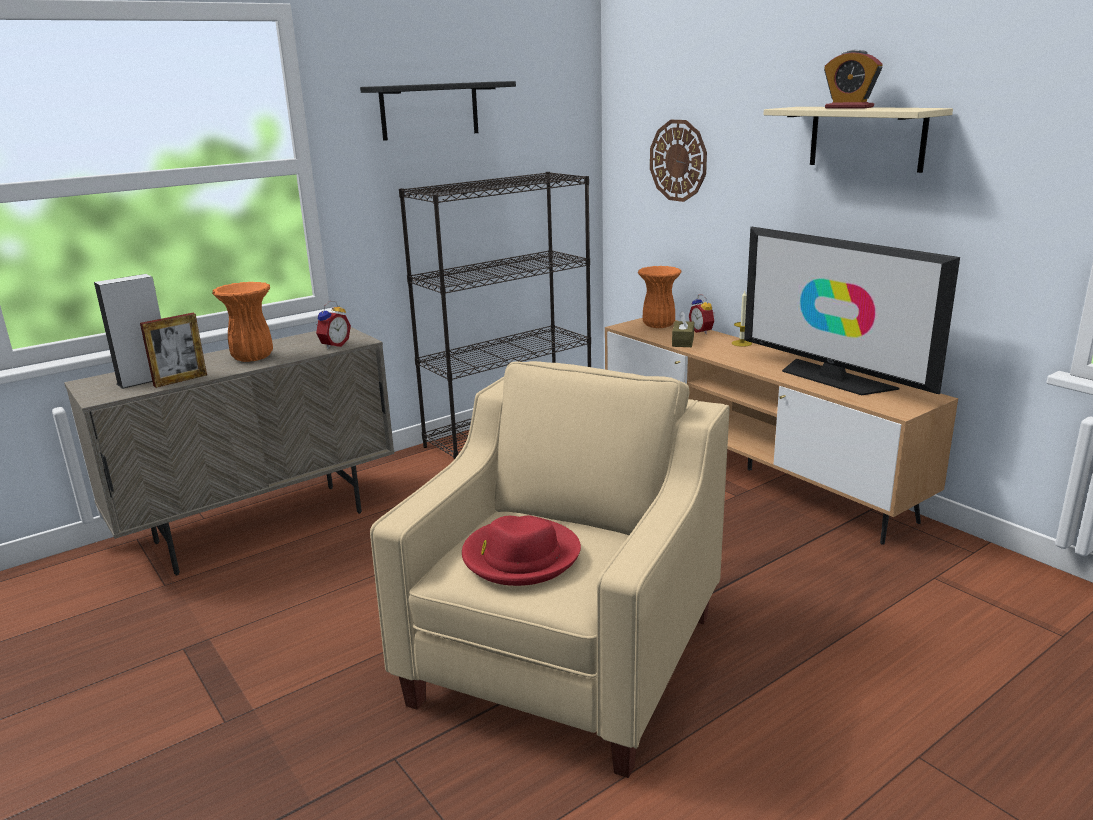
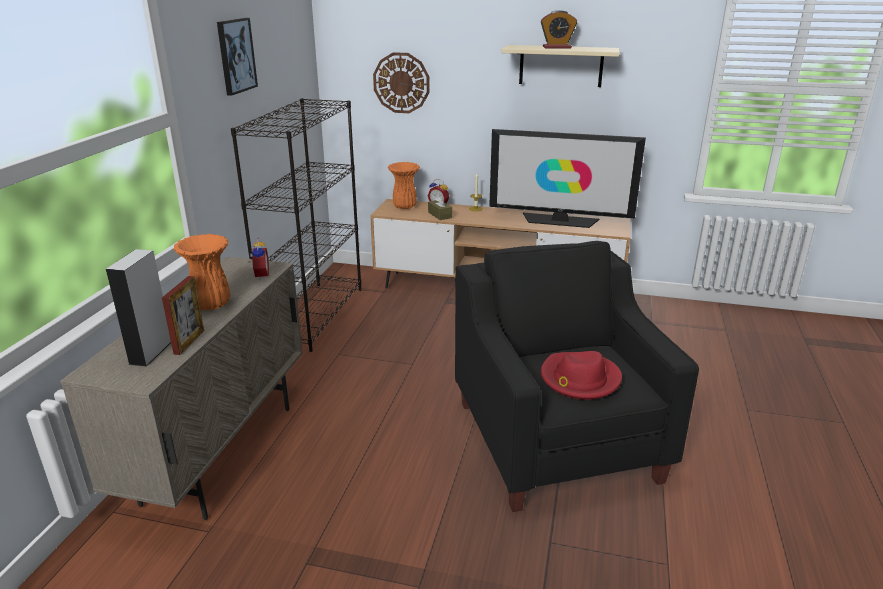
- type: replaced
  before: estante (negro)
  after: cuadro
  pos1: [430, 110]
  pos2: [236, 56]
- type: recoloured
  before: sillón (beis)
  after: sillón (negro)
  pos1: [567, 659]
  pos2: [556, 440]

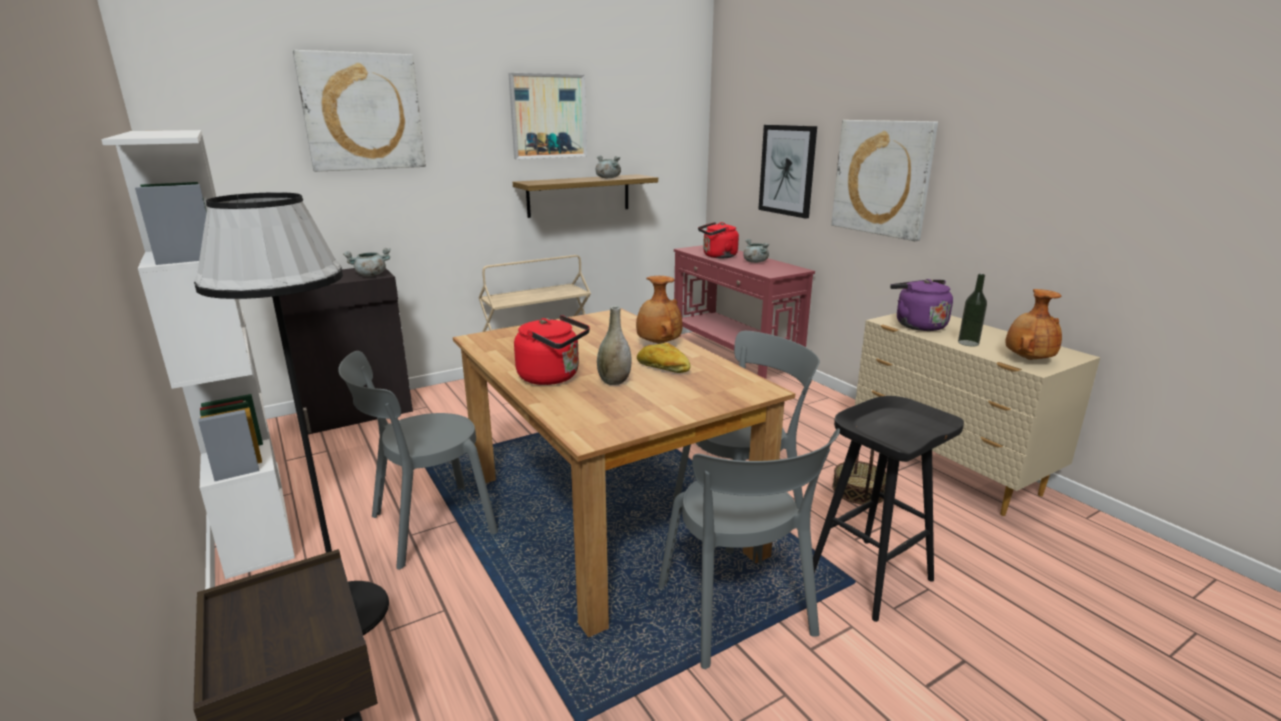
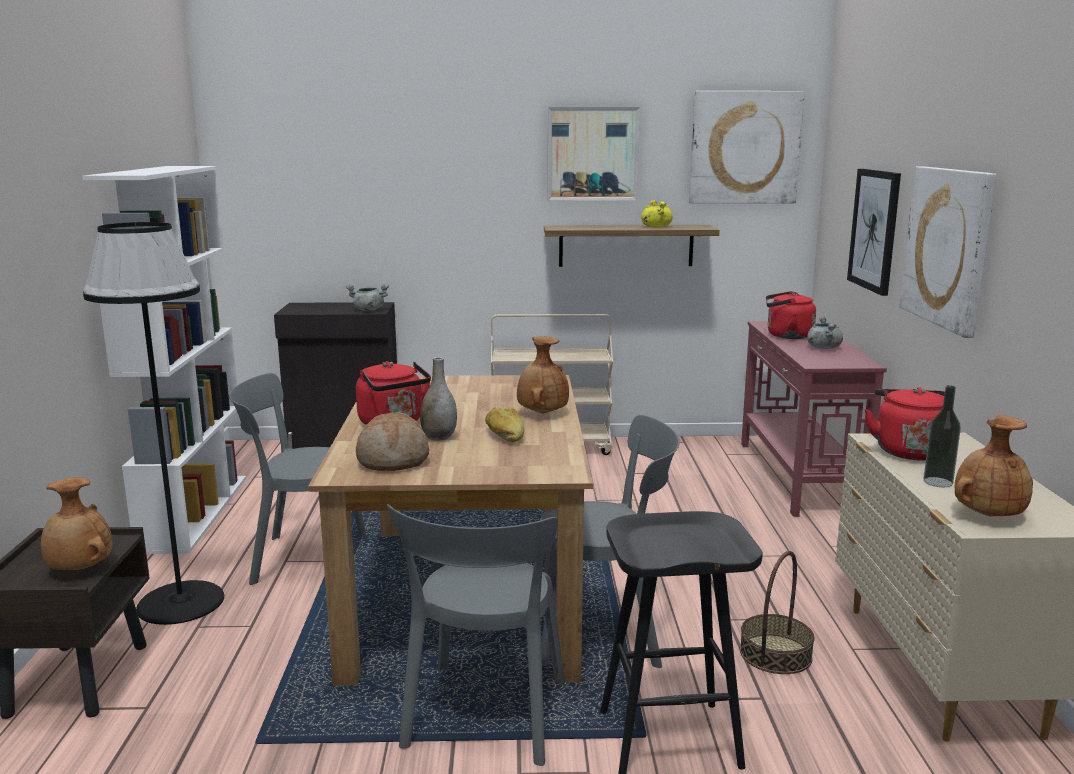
- type: added
  after: florero (marrón)
  pos2: [79, 569]
- type: added
  after: pan
  pos2: [393, 459]
- type: moved
  before: cuadro
  pos1: [362, 112]
  pos2: [744, 148]
- type: recoloured
  before: olla (gris)
  after: olla (amarillo)
  pos1: [607, 178]
  pos2: [655, 227]
- type: recoloured
  before: hervidor (morado)
  after: hervidor (rojo)
  pos1: [917, 325]
  pos2: [908, 450]

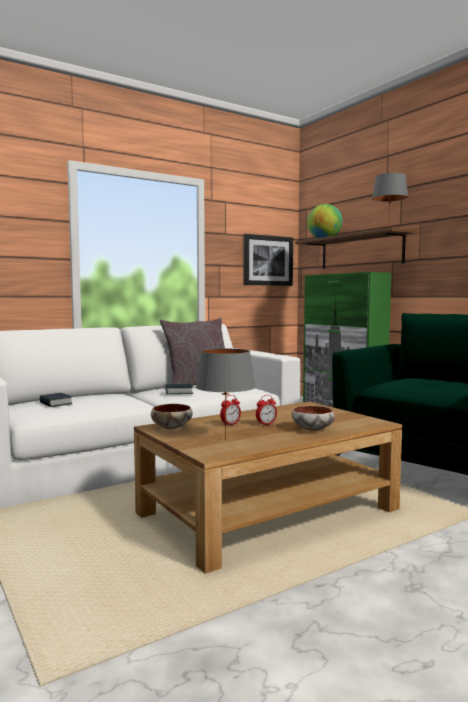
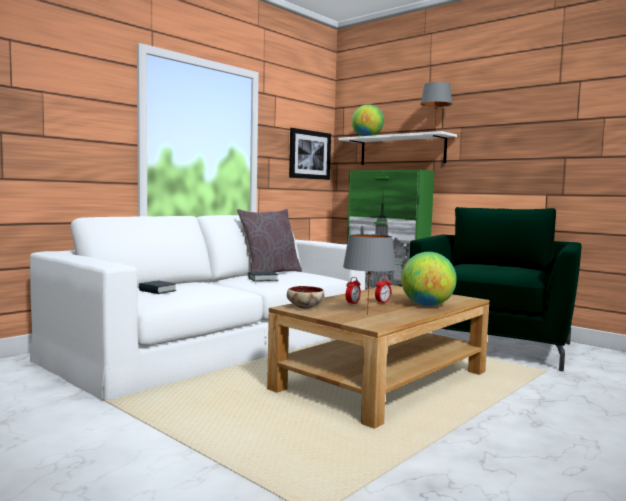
- type: replaced
  before: cuenco
  after: globo terráqueo
  pos1: [313, 429]
  pos2: [427, 305]
- type: recoloured
  before: estante (marrón)
  after: estante (blanco)
  pos1: [360, 251]
  pos2: [402, 150]

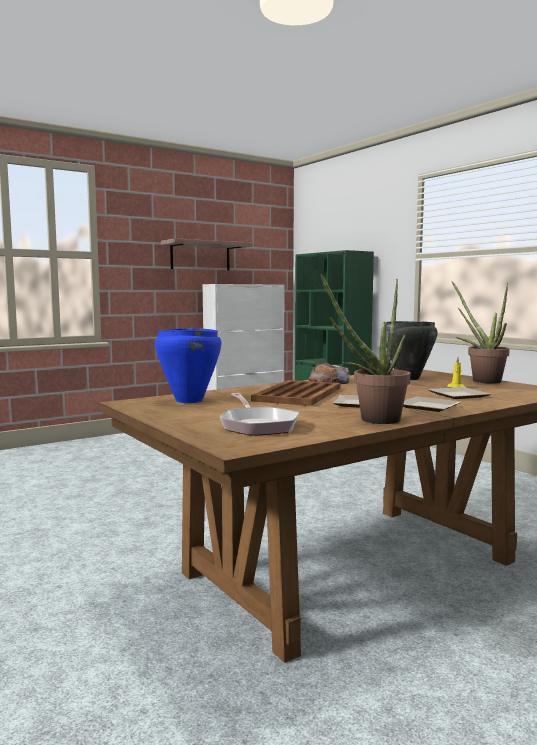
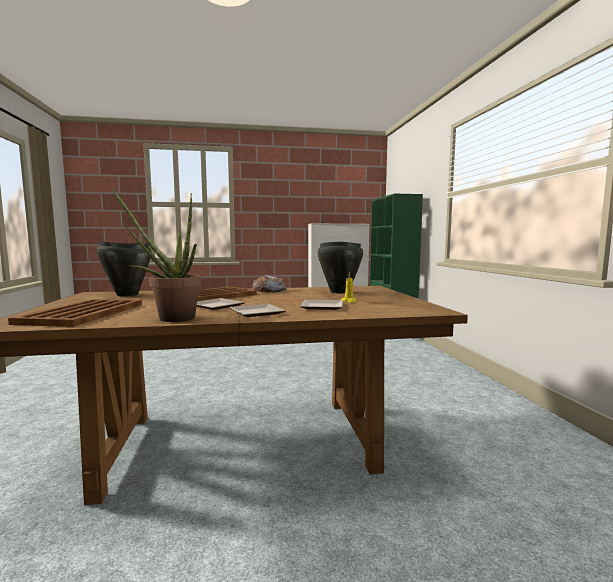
- type: removed
  before: estante
  pos1: [200, 256]
- type: removed
  before: planta en maceta
  pos1: [481, 380]
- type: replaced
  before: sartén
  after: bandeja (marrón)
  pos1: [257, 425]
  pos2: [85, 313]
- type: recoloured
  before: olla (azul)
  after: olla (negro)
  pos1: [188, 400]
  pos2: [127, 295]

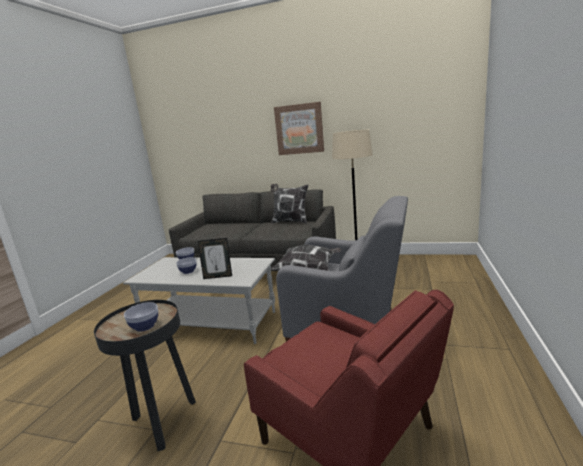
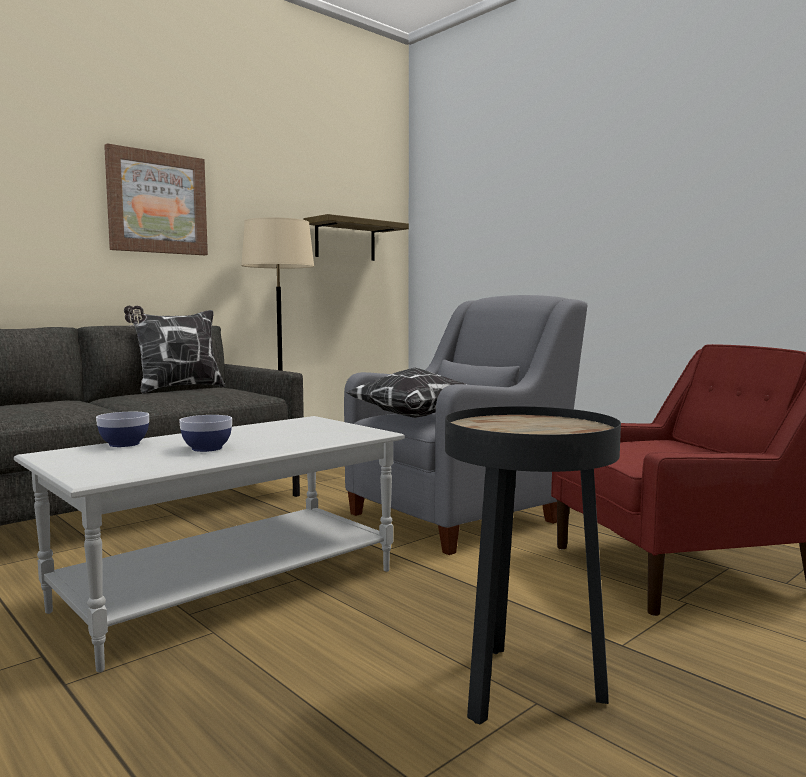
- type: removed
  before: cuenco
  pos1: [144, 326]
- type: removed
  before: portarretratos
  pos1: [218, 276]
- type: added
  after: estante
  pos2: [345, 240]

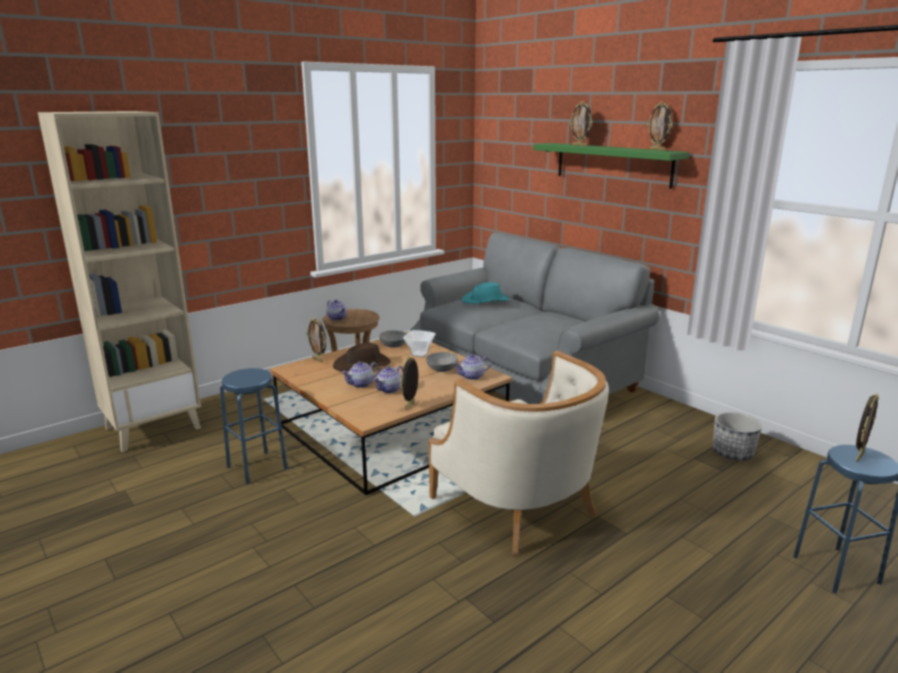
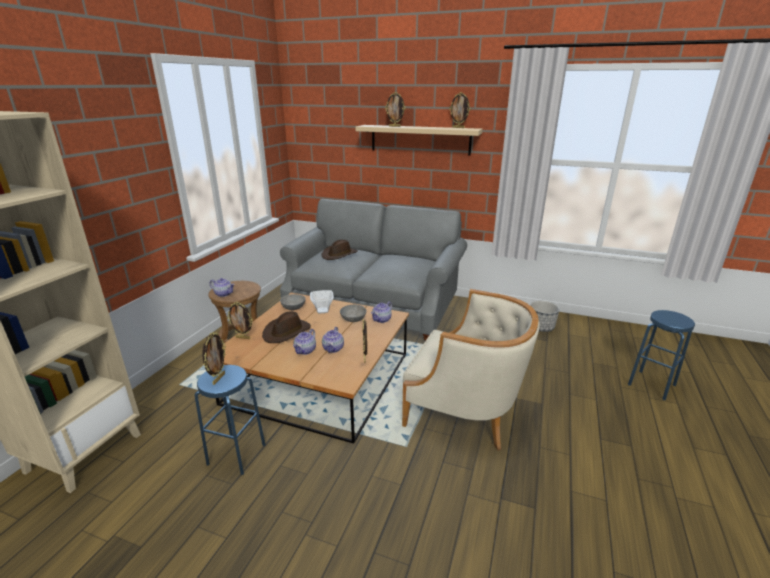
- type: moved
  before: portarretratos
  pos1: [858, 456]
  pos2: [218, 379]
- type: recoloured
  before: sombrero (turquesa)
  after: sombrero (marrón)
  pos1: [486, 300]
  pos2: [339, 254]
- type: recoloured
  before: estante (verde)
  after: estante (beis)
  pos1: [612, 164]
  pos2: [420, 139]

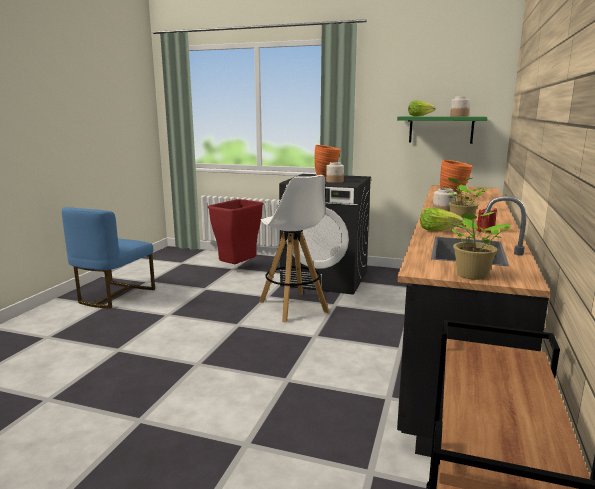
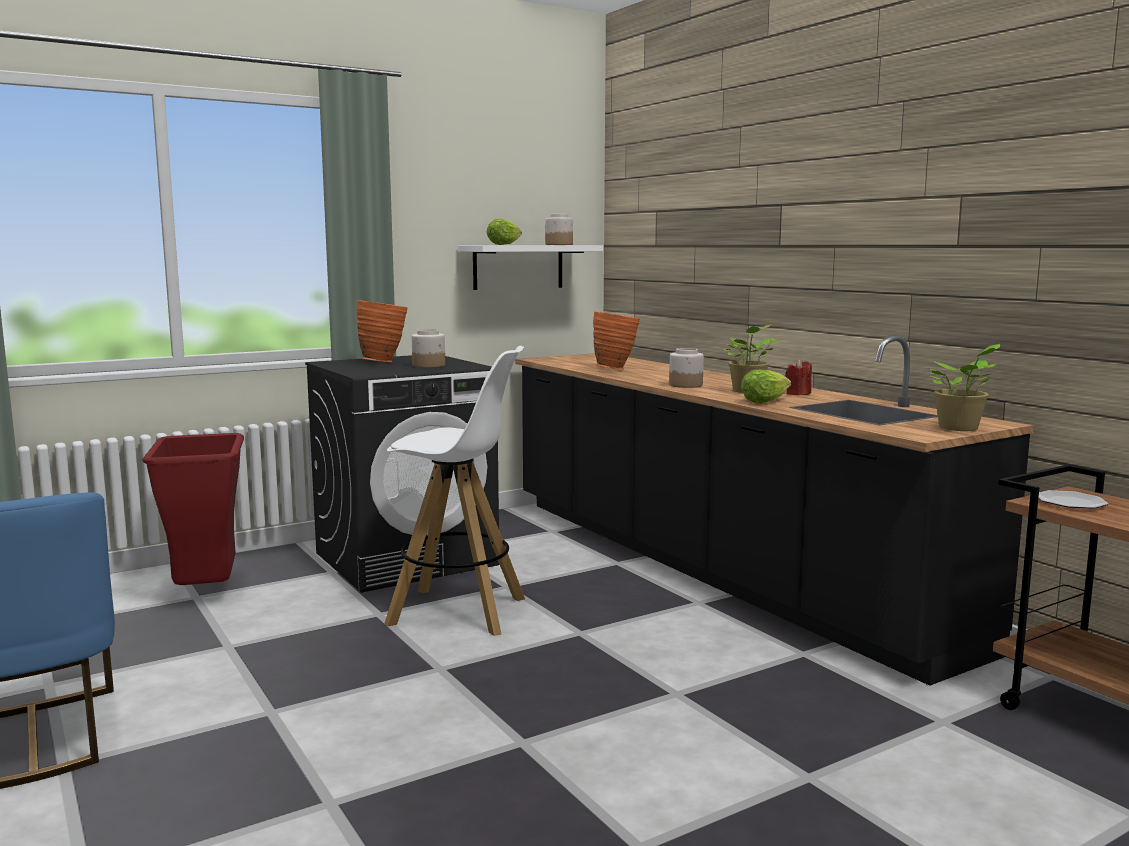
- type: added
  after: plato
  pos2: [1069, 502]
- type: recoloured
  before: estante (verde)
  after: estante (blanco)
  pos1: [441, 129]
  pos2: [518, 267]

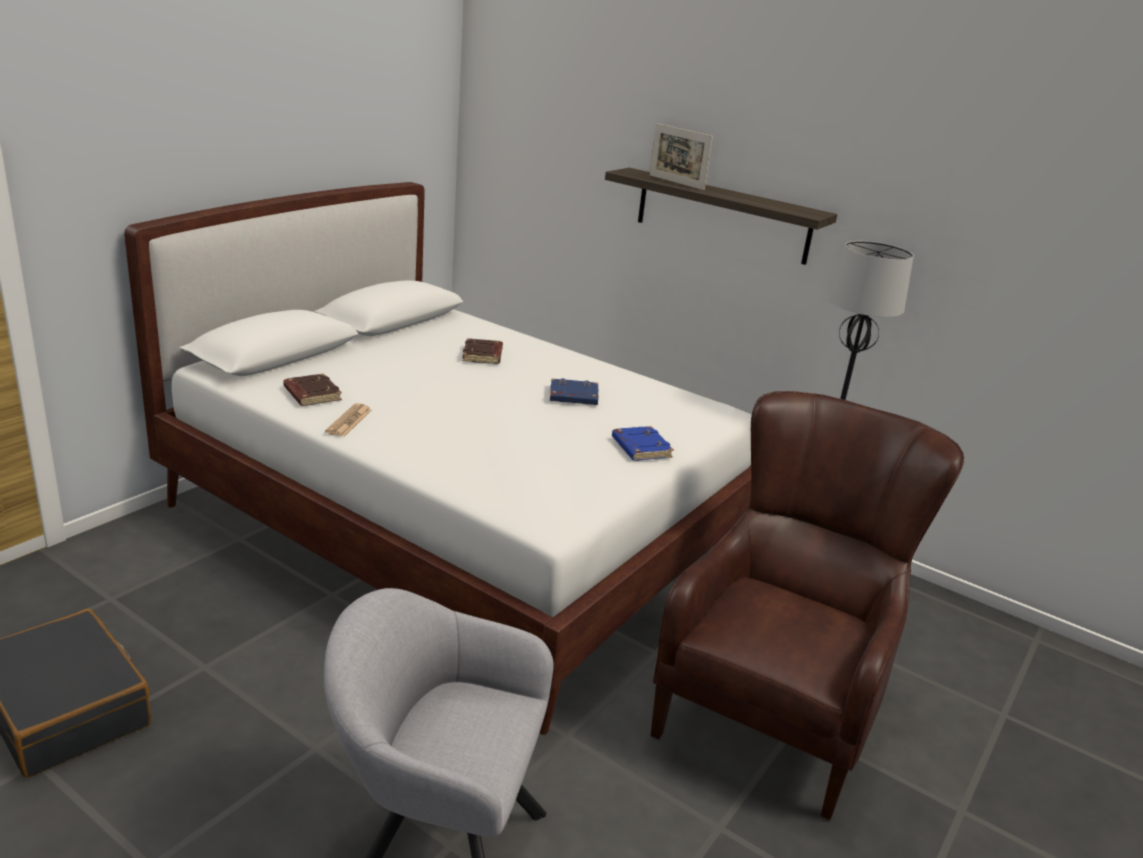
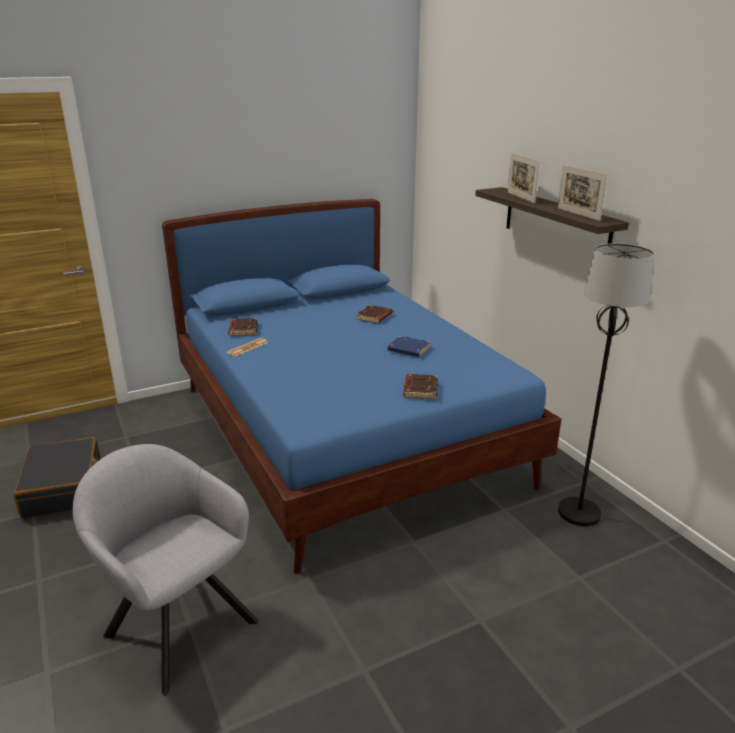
- type: removed
  before: sillón (marrón)
  pos1: [774, 710]
- type: added
  after: portarretratos
  pos2: [578, 214]
- type: recoloured
  before: cama (blanco)
  after: cama (azul)
  pos1: [459, 529]
  pos2: [344, 434]
- type: recoloured
  before: libro (azul)
  after: libro (marrón)
  pos1: [640, 448]
  pos2: [419, 389]

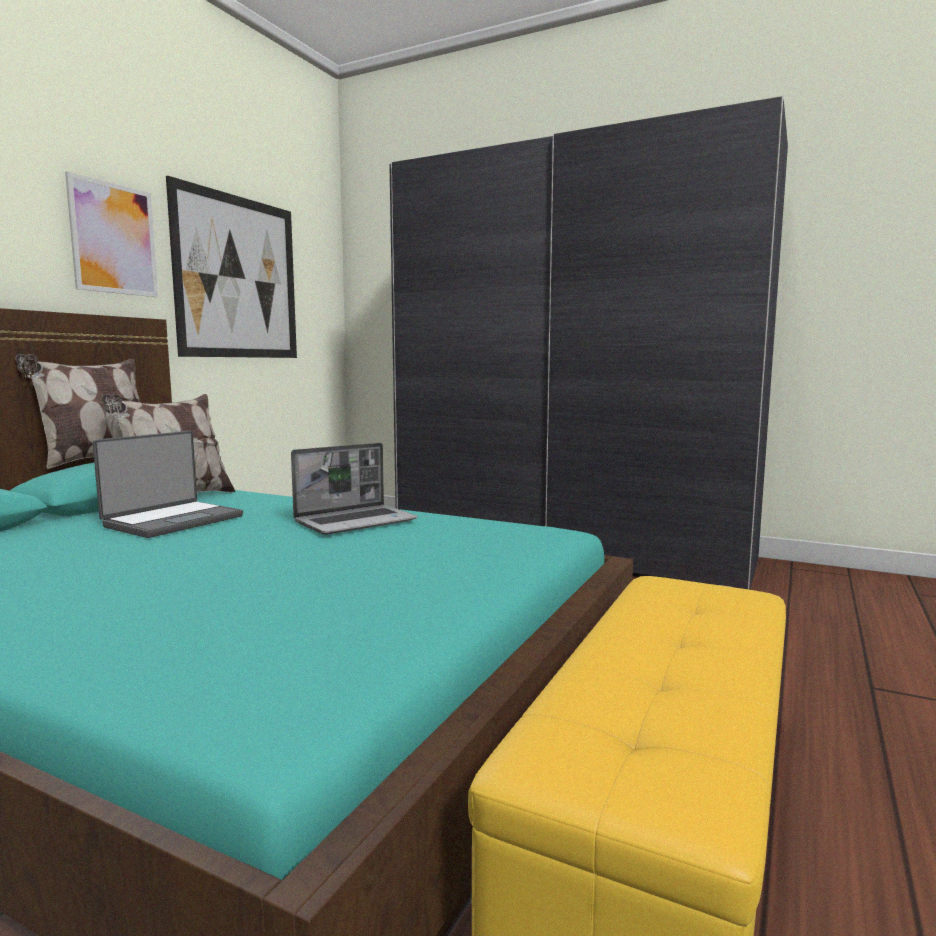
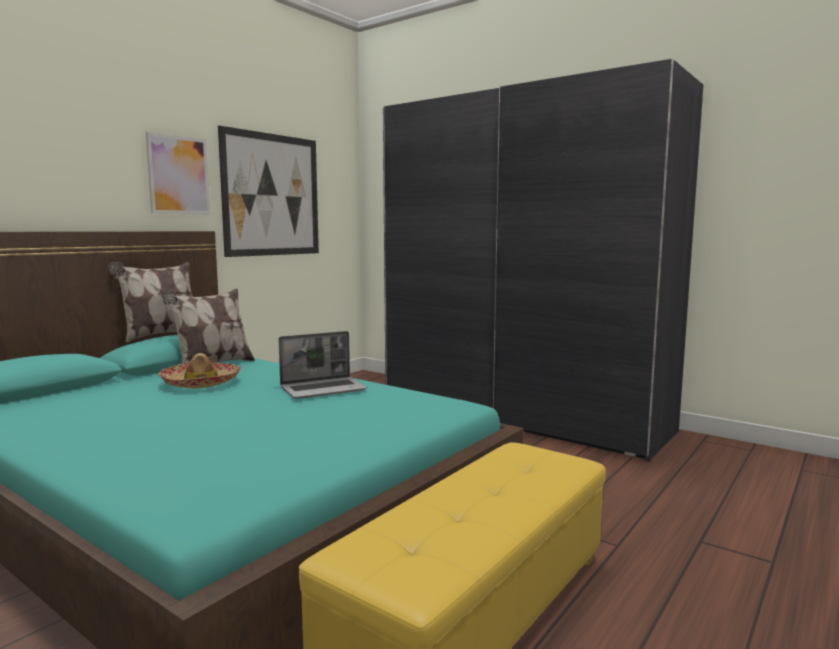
- type: replaced
  before: portátil
  after: sombrero
  pos1: [172, 521]
  pos2: [201, 383]

